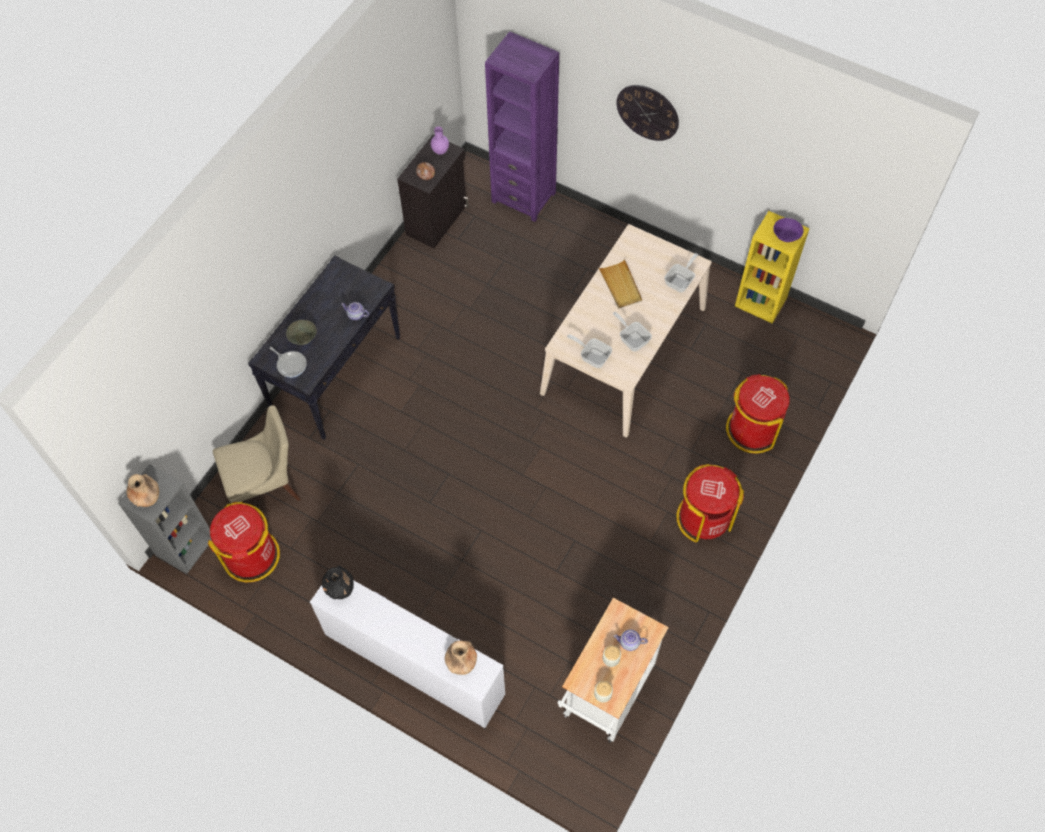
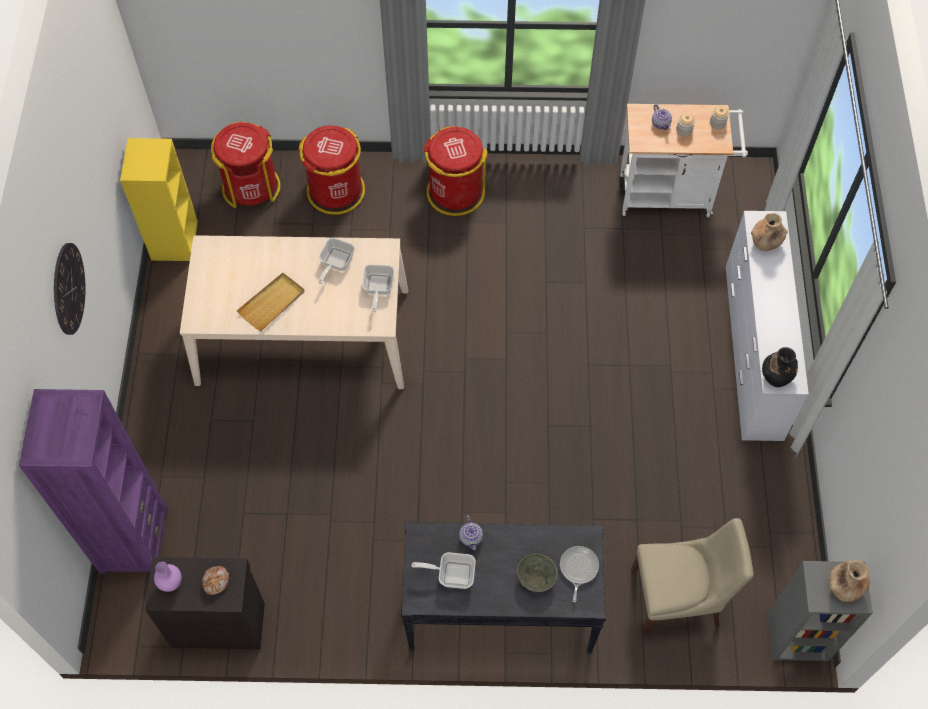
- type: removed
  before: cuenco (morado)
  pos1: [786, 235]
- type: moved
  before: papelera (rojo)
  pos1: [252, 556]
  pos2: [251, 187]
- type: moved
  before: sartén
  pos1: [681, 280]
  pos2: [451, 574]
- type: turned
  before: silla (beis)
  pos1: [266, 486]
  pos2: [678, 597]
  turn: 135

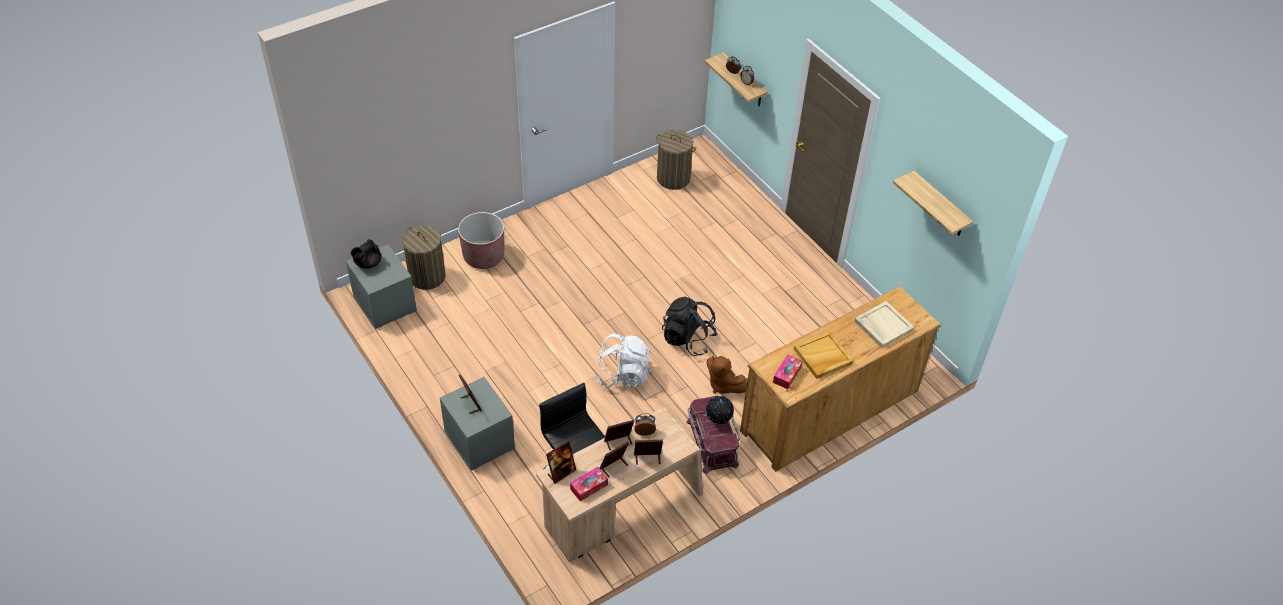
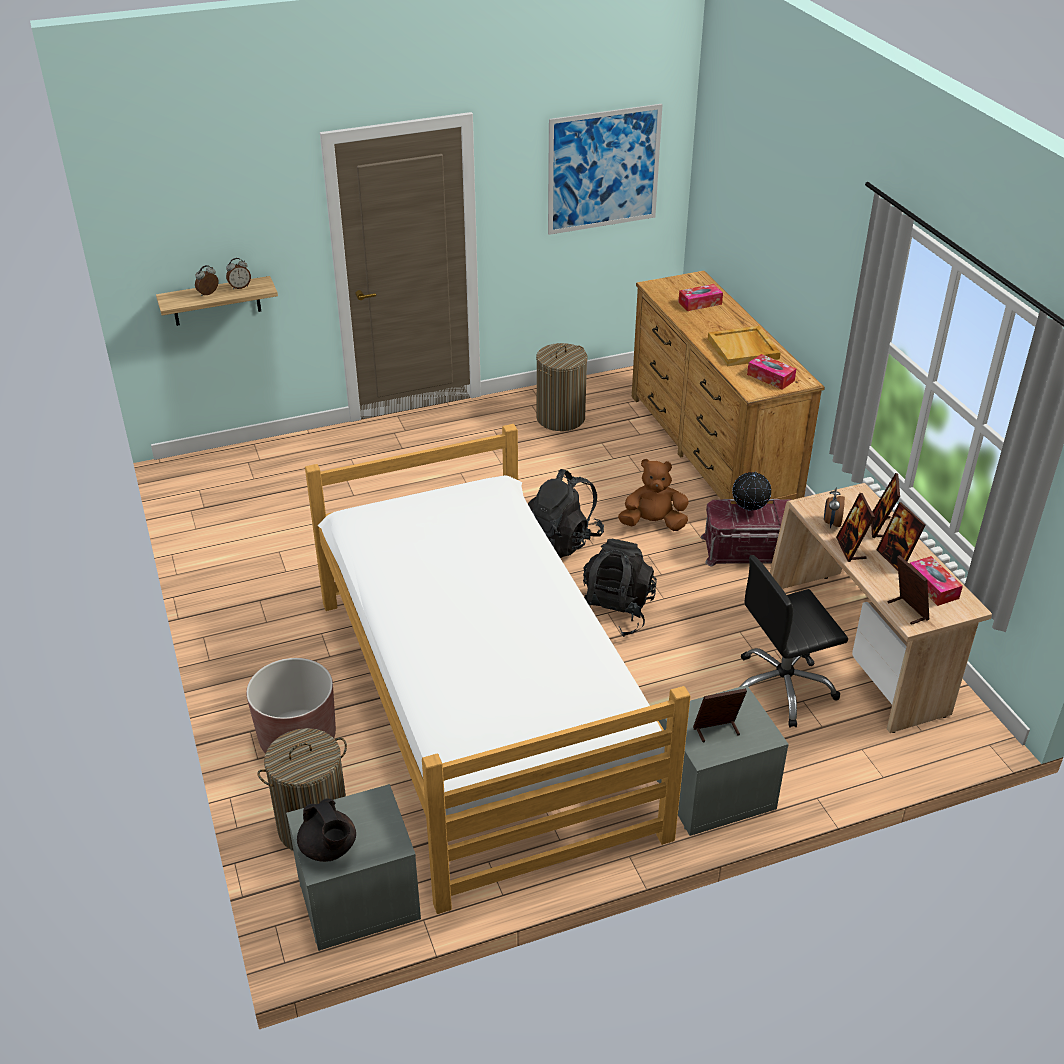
- type: added
  after: cama
  pos2: [480, 712]
- type: moved
  before: cesto de la ropa
  pos1: [673, 178]
  pos2: [560, 418]
- type: replaced
  before: bandeja (beis)
  after: caja de pañuelos
  pos1: [883, 326]
  pos2: [700, 303]
- type: replaced
  before: estante
  after: cuadro
  pos1: [940, 205]
  pos2: [603, 169]
- type: recoloured
  before: mochila (blanco)
  after: mochila (negro)
  pos1: [623, 375]
  pos2: [614, 613]
- type: turned
  before: peluche (marrón)
  pos1: [723, 385]
  pos2: [653, 523]
  turn: -150

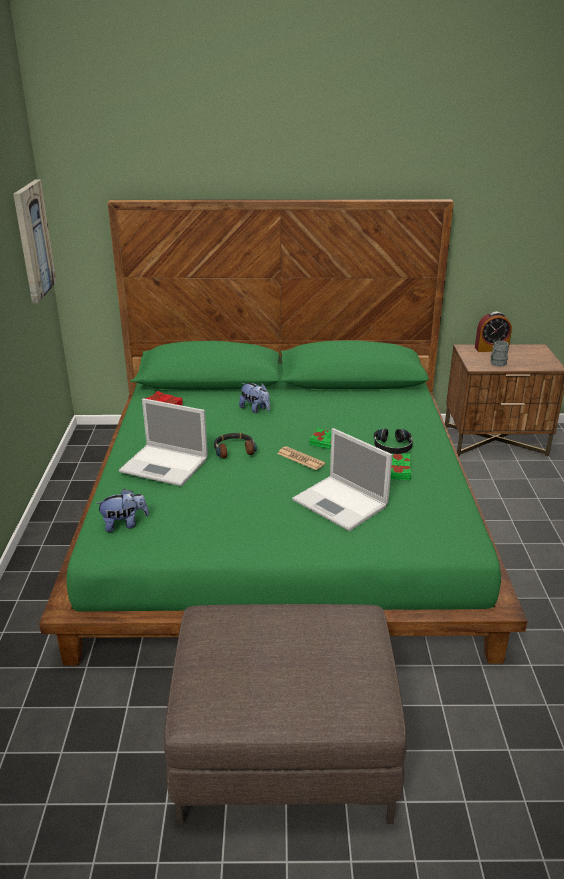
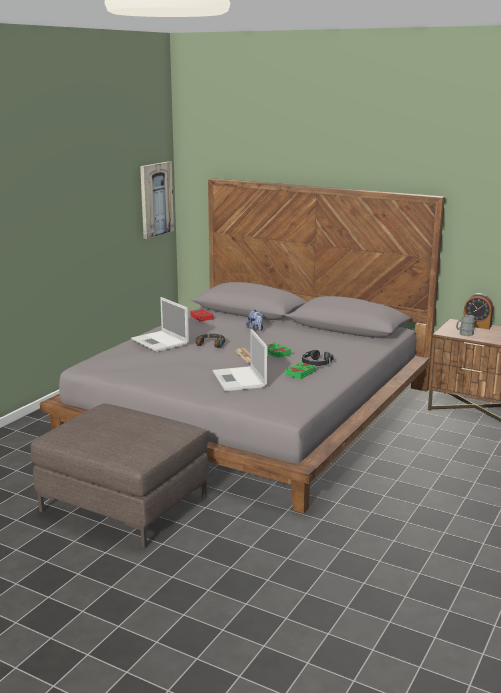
- type: removed
  before: peluche
  pos1: [124, 524]
- type: recoloured
  before: cama (verde)
  after: cama (gris)
  pos1: [282, 520]
  pos2: [250, 412]

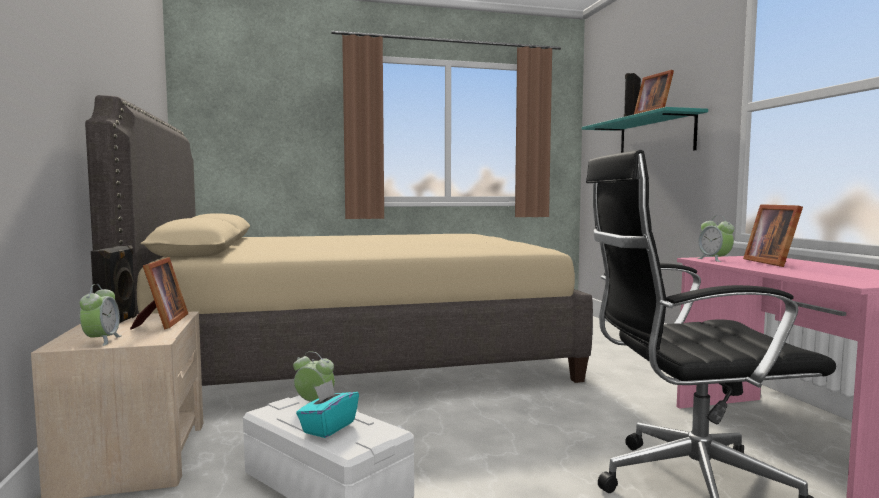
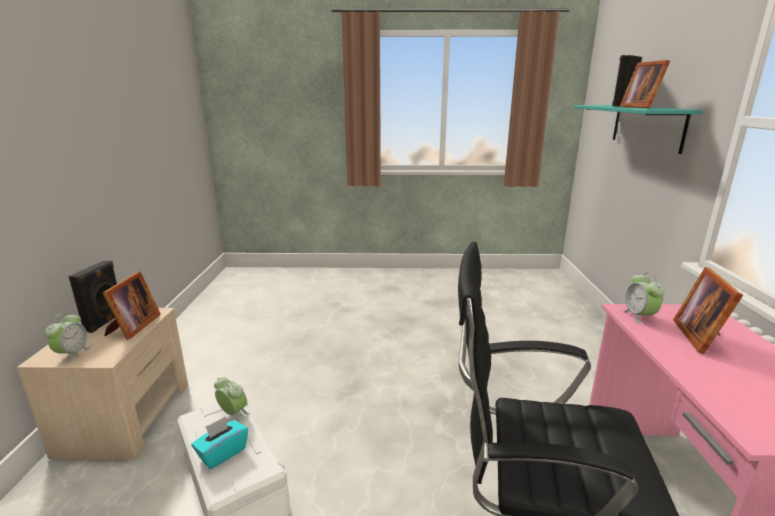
- type: removed
  before: cama (beis)
  pos1: [354, 356]

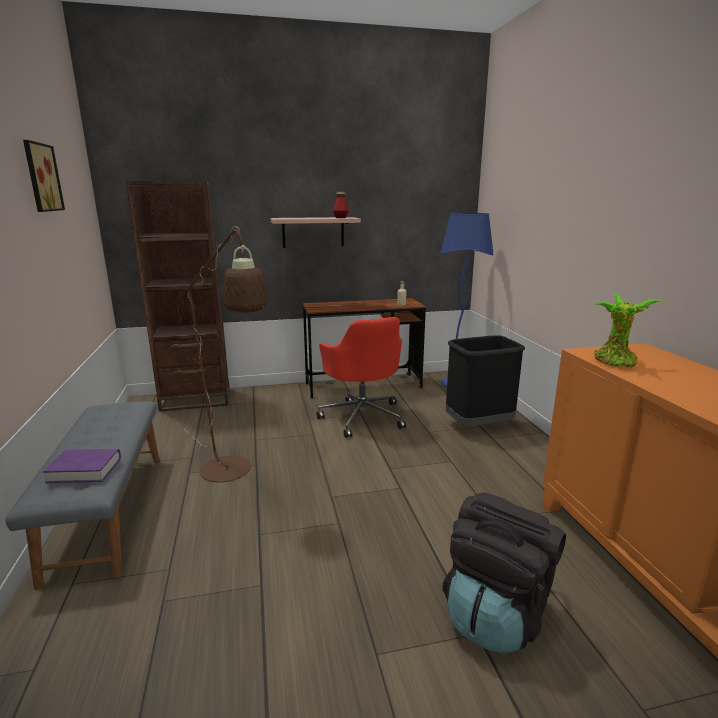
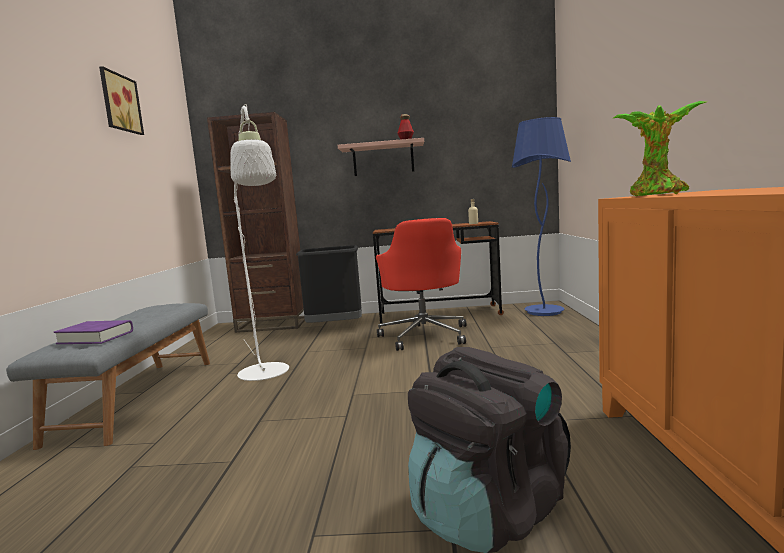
- type: moved
  before: papelera (negro)
  pos1: [478, 426]
  pos2: [335, 328]
- type: recoloured
  before: lámpara de pie (marrón)
  after: lámpara de pie (blanco)
  pos1: [232, 474]
  pos2: [266, 375]

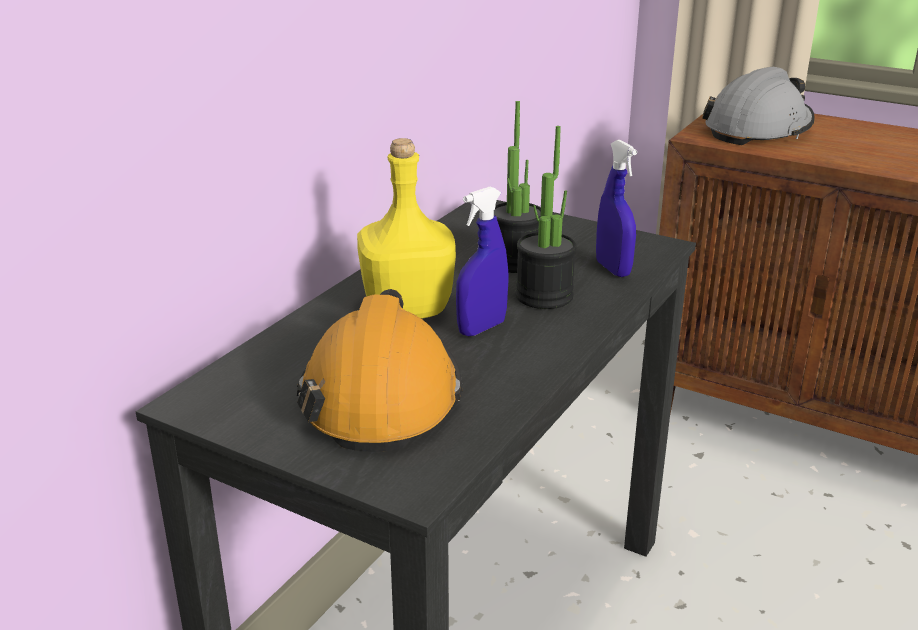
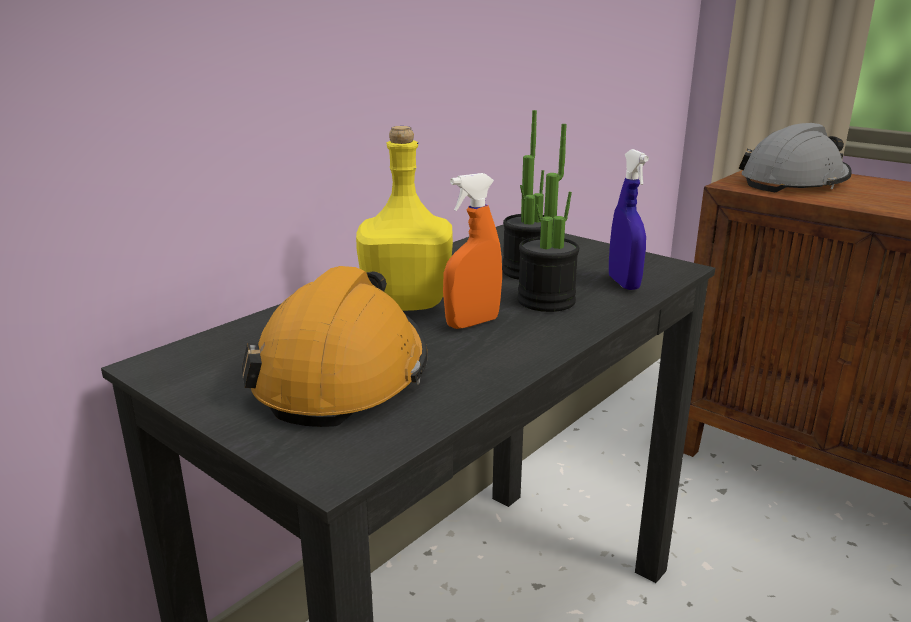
- type: recoloured
  before: pulverizador (azul)
  after: pulverizador (naranja)
  pos1: [481, 328]
  pos2: [472, 323]

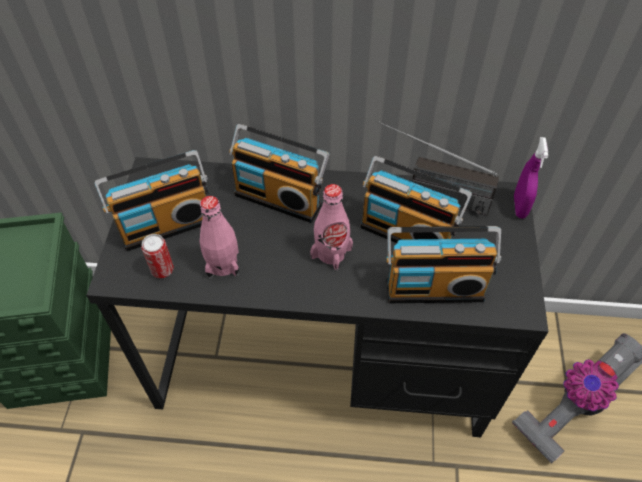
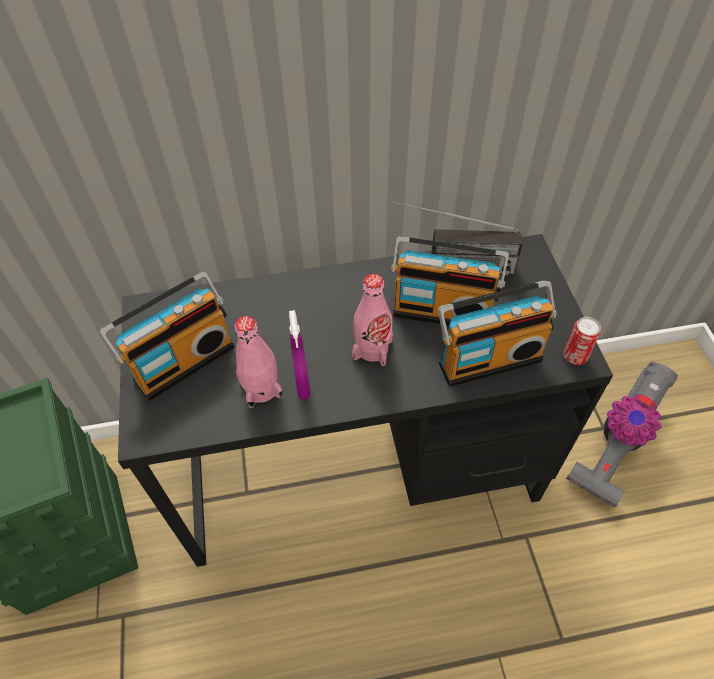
- type: removed
  before: radio
  pos1: [280, 197]
- type: moved
  before: lata
  pos1: [162, 270]
  pos2: [574, 356]
- type: moved
  before: pulverizador (morado)
  pos1: [519, 206]
  pos2: [302, 384]

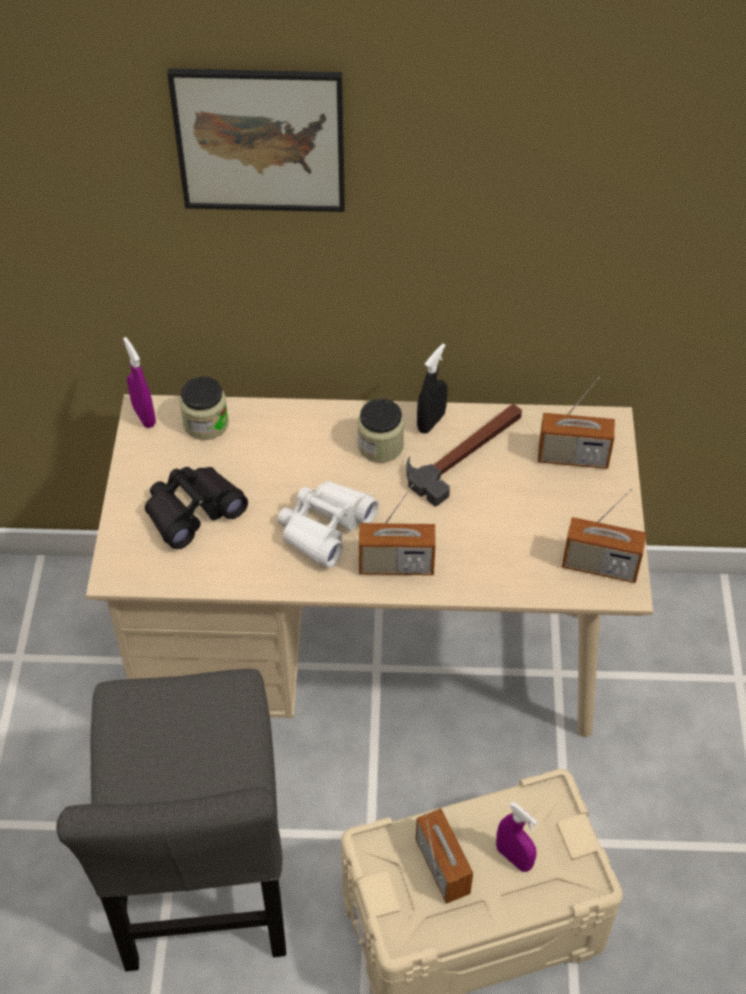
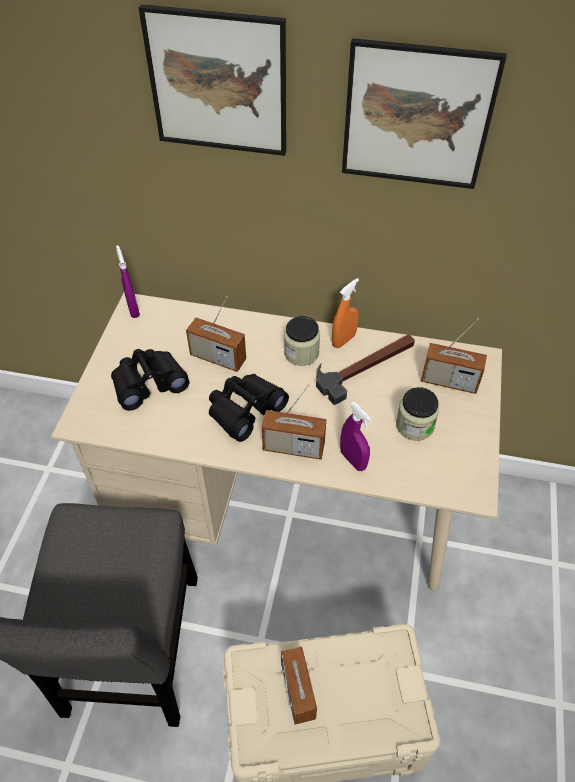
- type: added
  after: cuadro
  pos2: [417, 116]
- type: moved
  before: tarro
  pos1: [206, 424]
  pos2: [414, 425]
- type: moved
  before: pulverizador (morado)
  pos1: [514, 858]
  pos2: [353, 460]
- type: moved
  before: radio
  pos1: [600, 566]
  pos2: [218, 357]
- type: recoloured
  before: prismáticos (blanco)
  after: prismáticos (negro)
  pos1: [325, 528]
  pos2: [245, 410]
- type: recoloured
  before: pulverizador (negro)
  after: pulverizador (naranja)
  pos1: [431, 422]
  pos2: [343, 340]

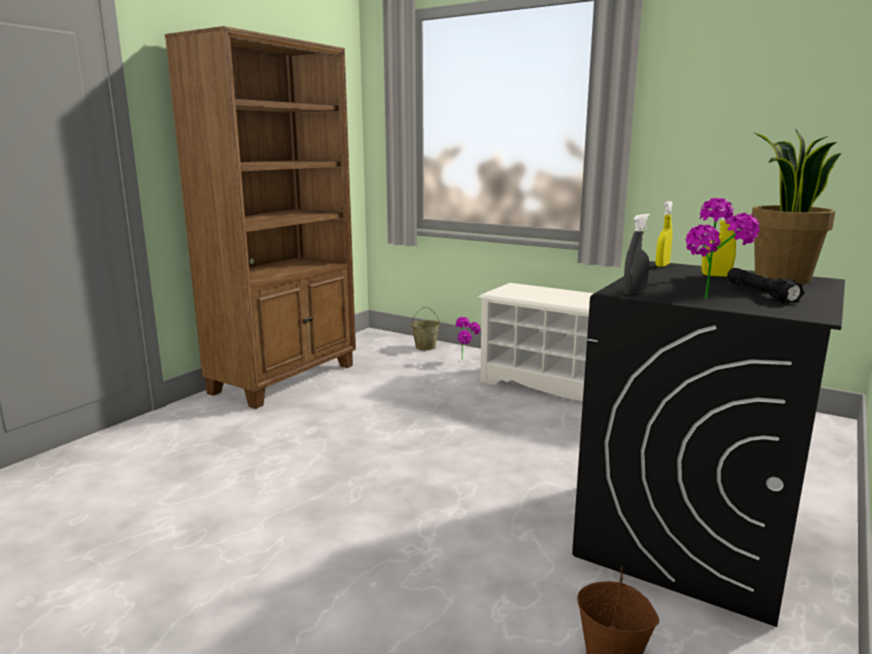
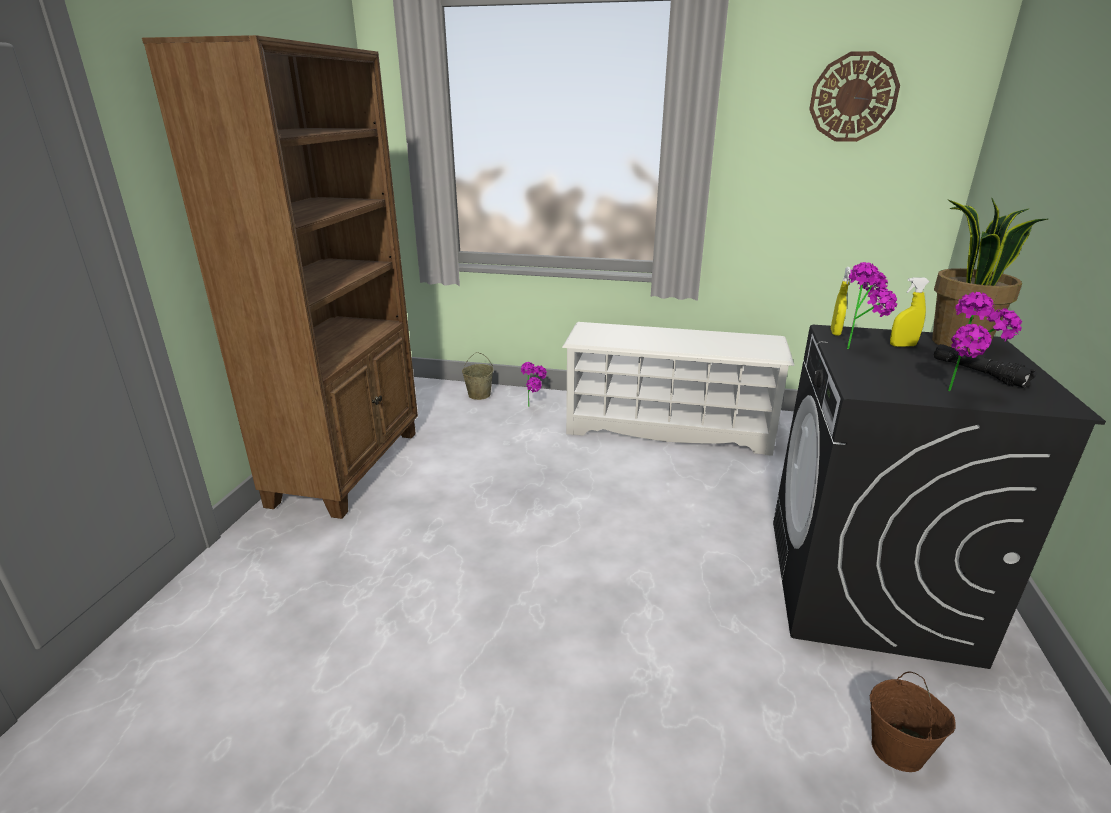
- type: removed
  before: pulverizador (gris)
  pos1: [634, 292]
- type: added
  after: reloj de pared
  pos2: [853, 97]
- type: added
  after: planta en maceta
  pos2: [858, 348]

